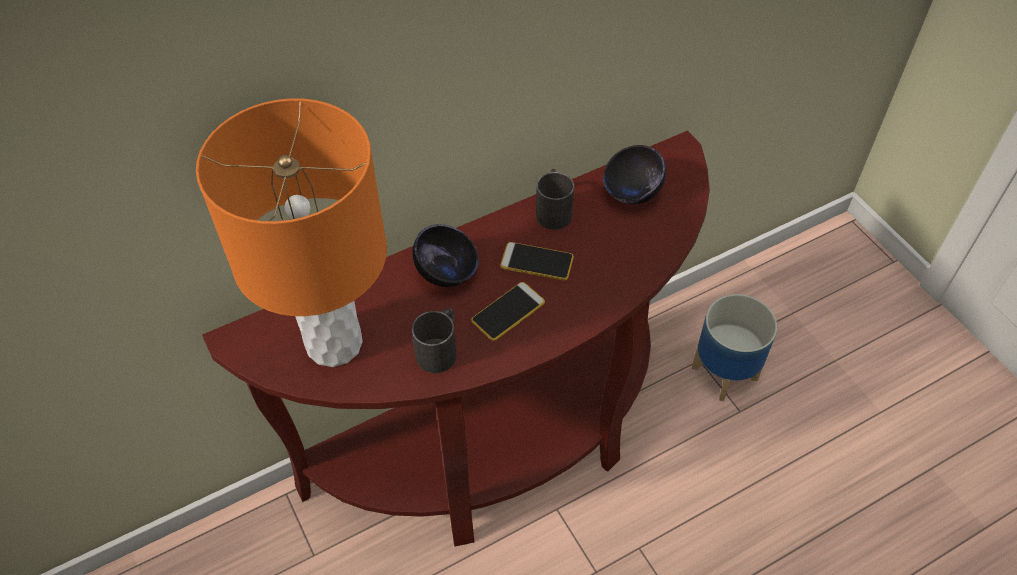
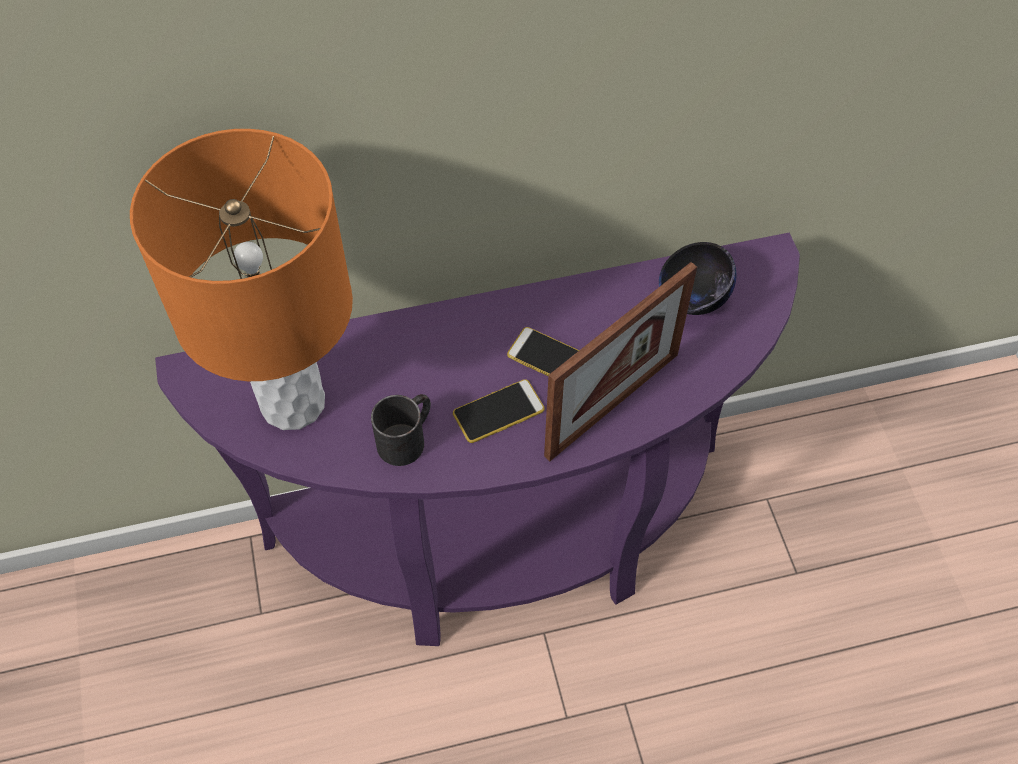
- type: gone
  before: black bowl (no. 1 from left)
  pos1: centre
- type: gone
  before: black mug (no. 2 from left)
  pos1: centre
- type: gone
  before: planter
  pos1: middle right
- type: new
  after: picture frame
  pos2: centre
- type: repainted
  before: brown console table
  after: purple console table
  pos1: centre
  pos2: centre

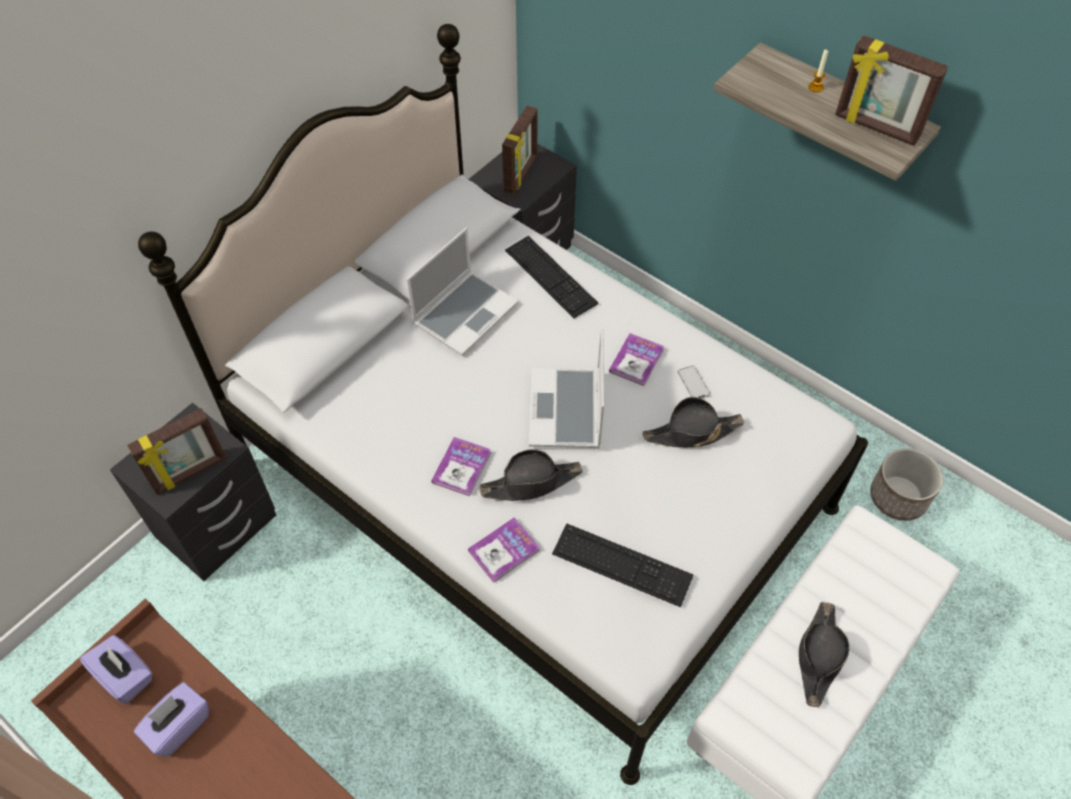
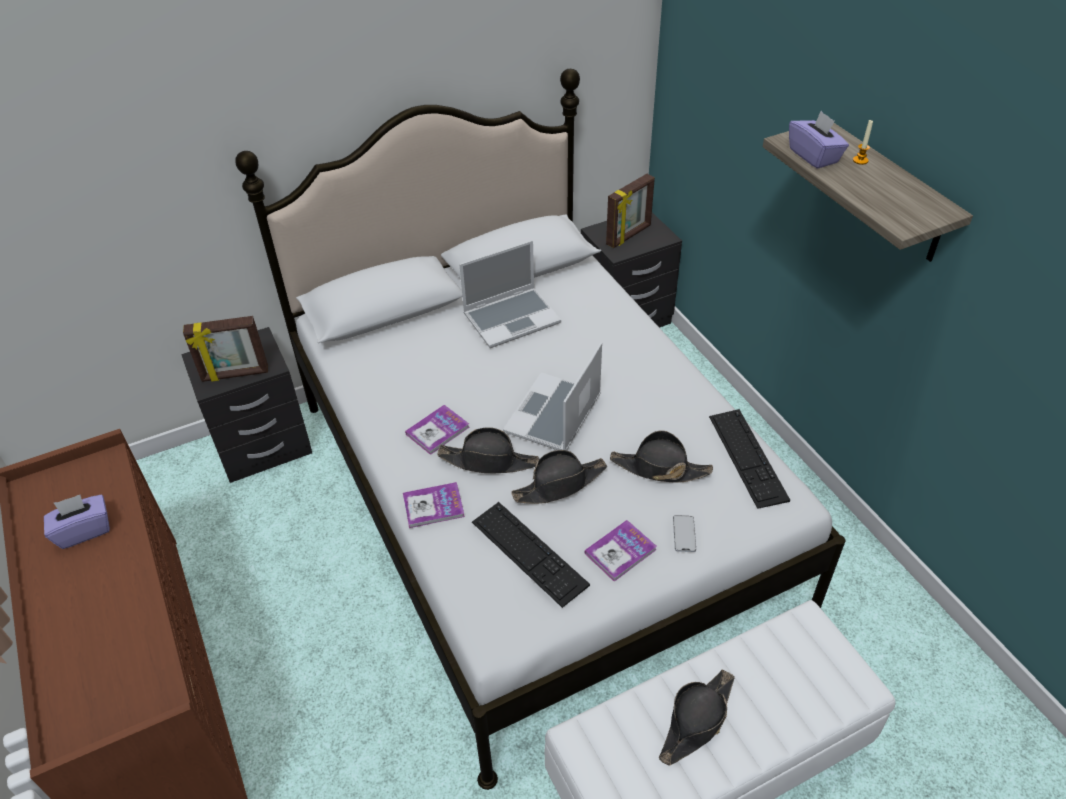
- type: gone
  before: picture frame (no. 3 from left)
  pos1: top right
- type: gone
  before: planter
  pos1: middle right
- type: new
  after: black hat (no. 2 from left)
  pos2: centre
- type: shifted
  before: purple tissue box (no. 1 from left in the first image)
  after: purple tissue box (no. 2 from left)
  pos1: bottom left
  pos2: top right
- type: shifted
  before: keyboard (no. 1 from left in the first image)
  after: keyboard (no. 2 from left)
  pos1: centre
  pos2: middle right
- type: shifted
  before: book (no. 3 from left)
  pos1: centre
  pos2: bottom centre
- type: shifted
  before: phone
  pos1: centre
  pos2: bottom centre

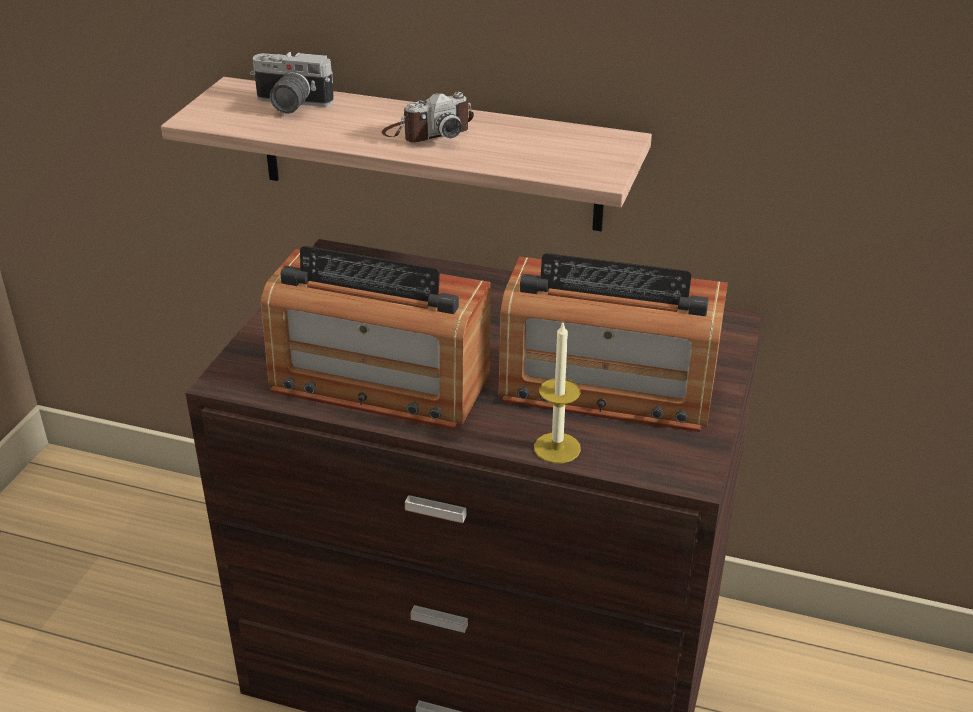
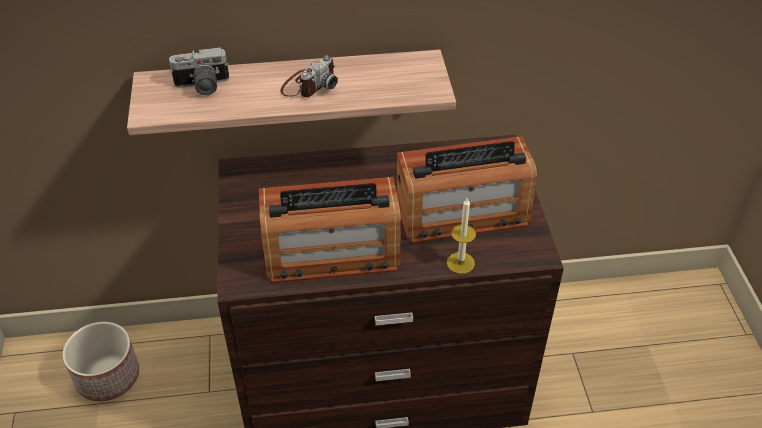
- type: new
  after: planter
  pos2: bottom left

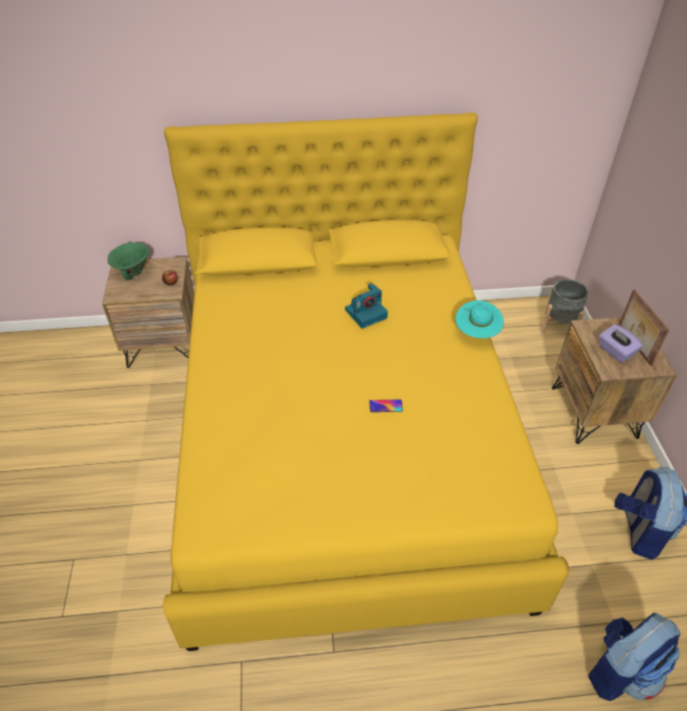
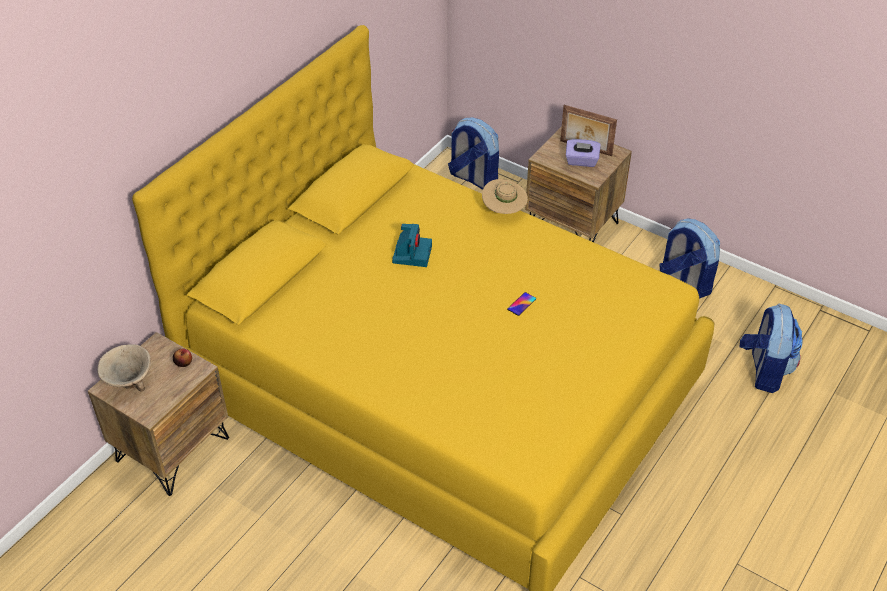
- type: swapped
  before: grey planter
  after: backpack (no. 1 from left)
  pos1: middle right
  pos2: top centre
- type: repainted
  before: green bowl
  after: beige bowl
  pos1: middle left
  pos2: middle left
- type: repainted
  before: turquoise hat
  after: beige hat
  pos1: middle right
  pos2: top centre

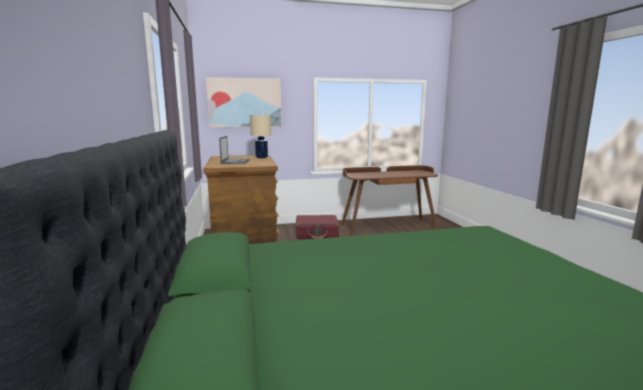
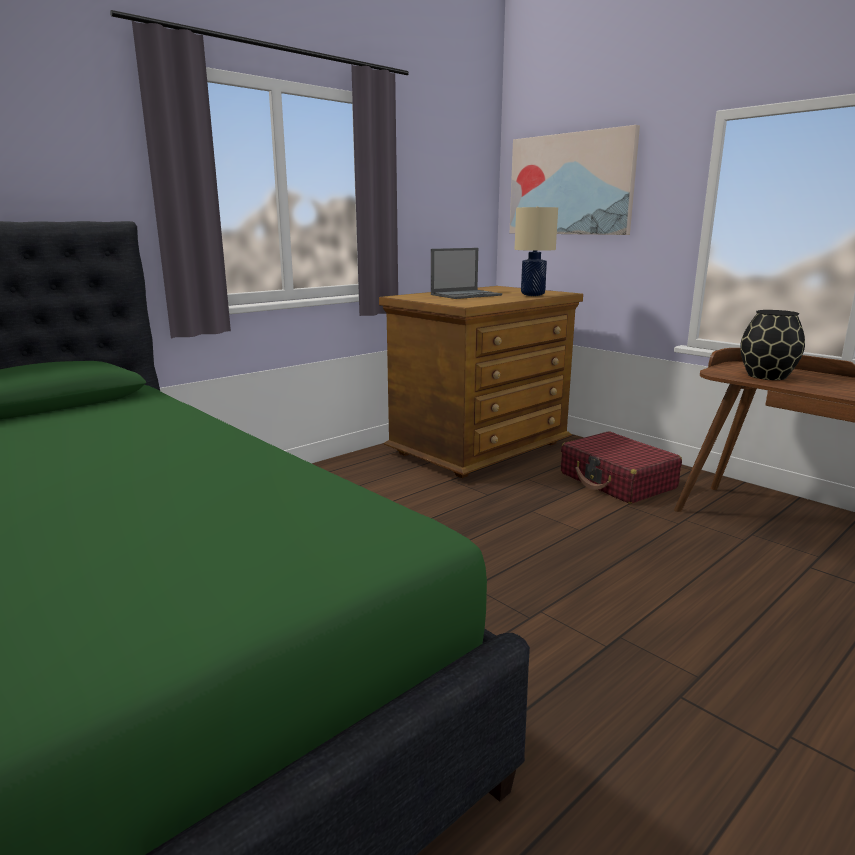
- type: new
  after: black vase
  pos2: middle right

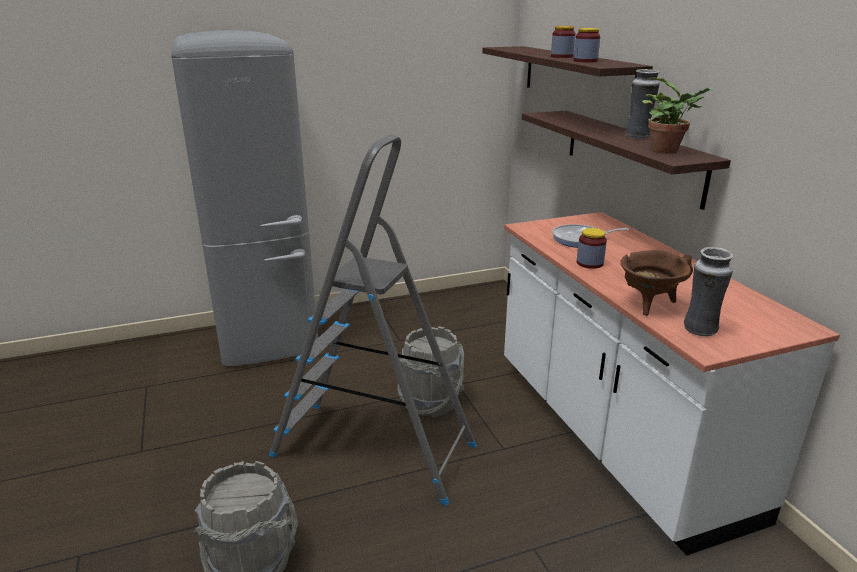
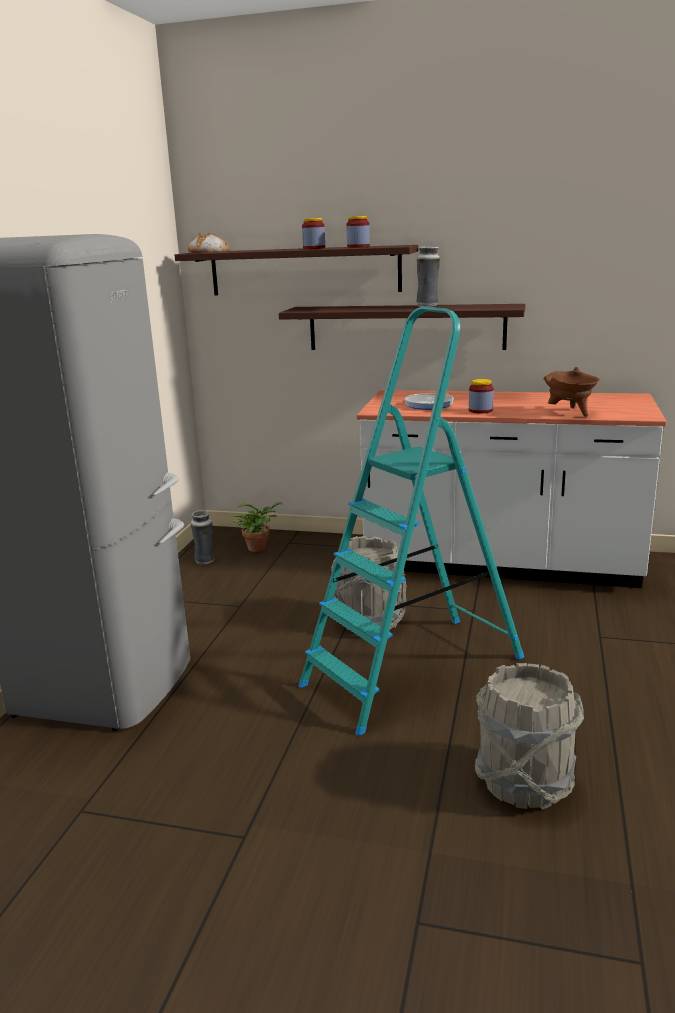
- type: new
  after: bread
  pos2: top left
- type: shifted
  before: potted plant
  pos1: top right
  pos2: centre
- type: shifted
  before: vase (no. 2 from left in the first image)
  after: vase (no. 1 from left)
  pos1: middle right
  pos2: middle left
- type: repainted
  before: grey step ladder
  after: turquoise step ladder
  pos1: centre
  pos2: centre

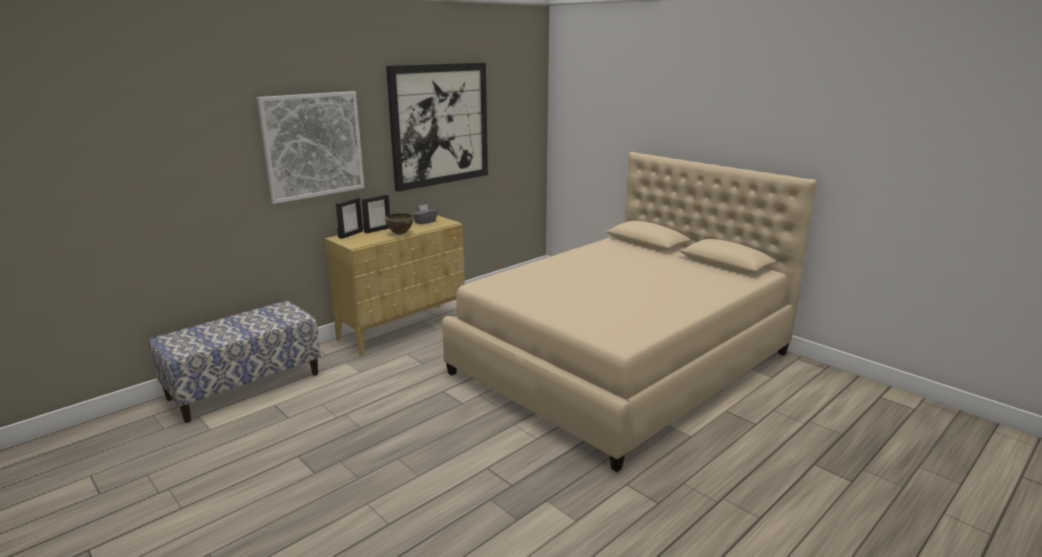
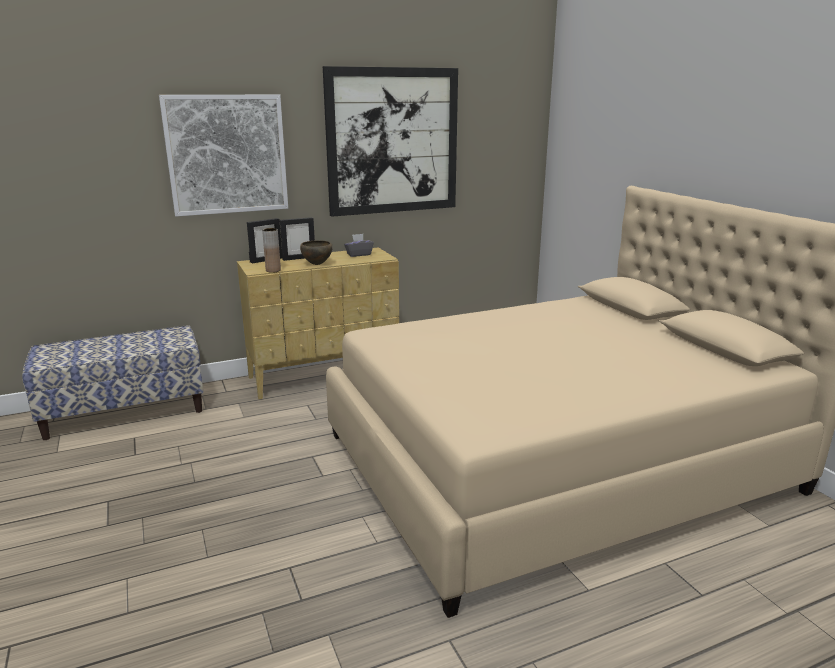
- type: new
  after: brown vase
  pos2: middle left

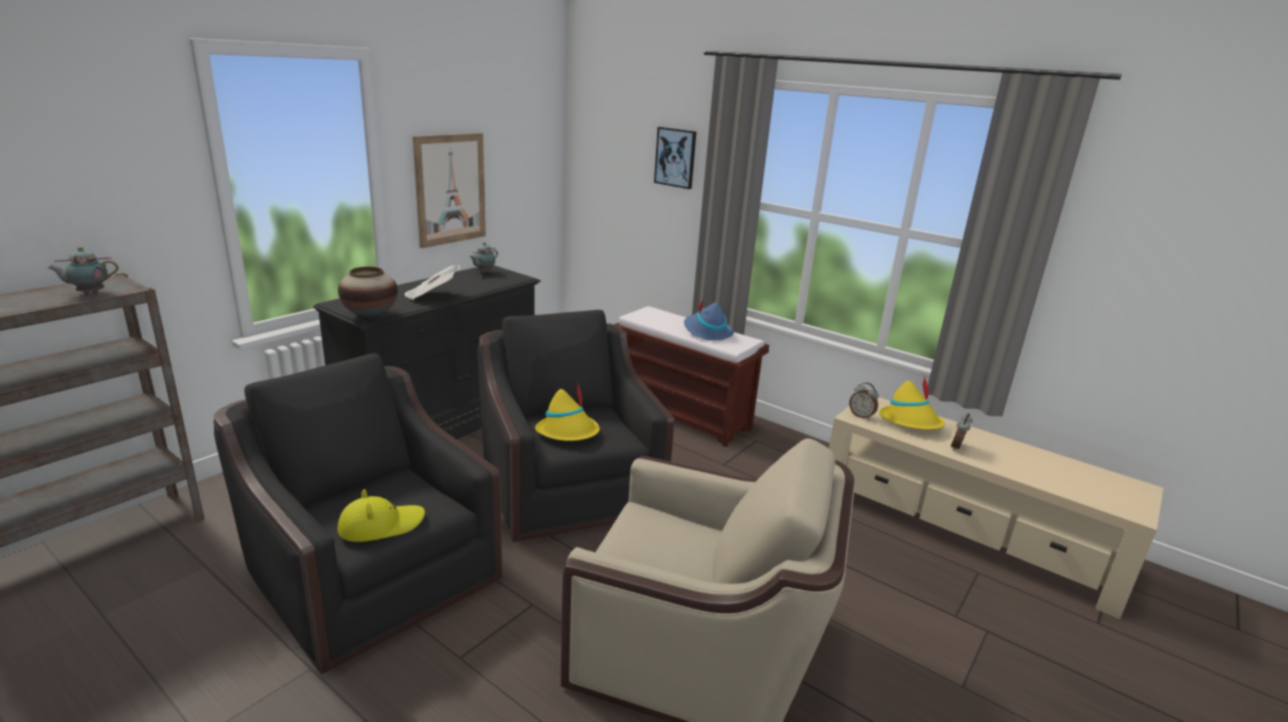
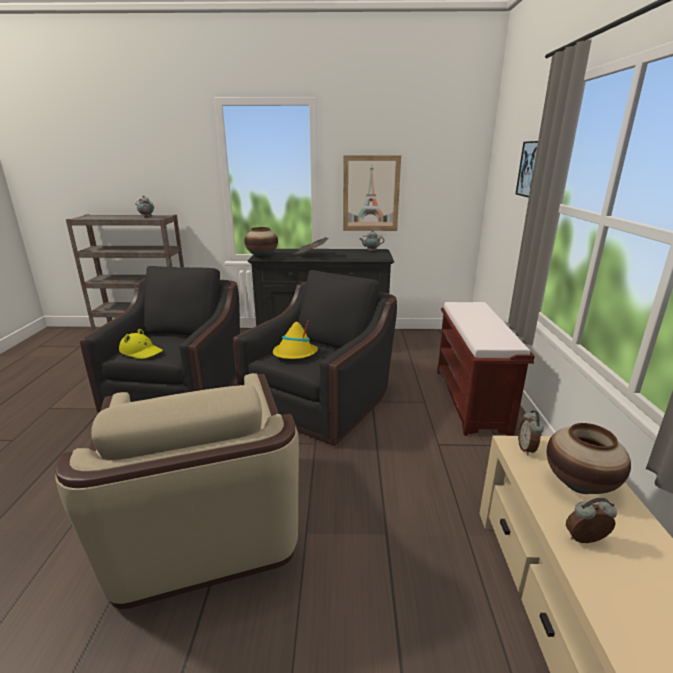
- type: gone
  before: blue hat
  pos1: centre
- type: swapped
  before: yellow hat (no. 3 from left)
  after: vase (no. 2 from left)
  pos1: middle right
  pos2: bottom right

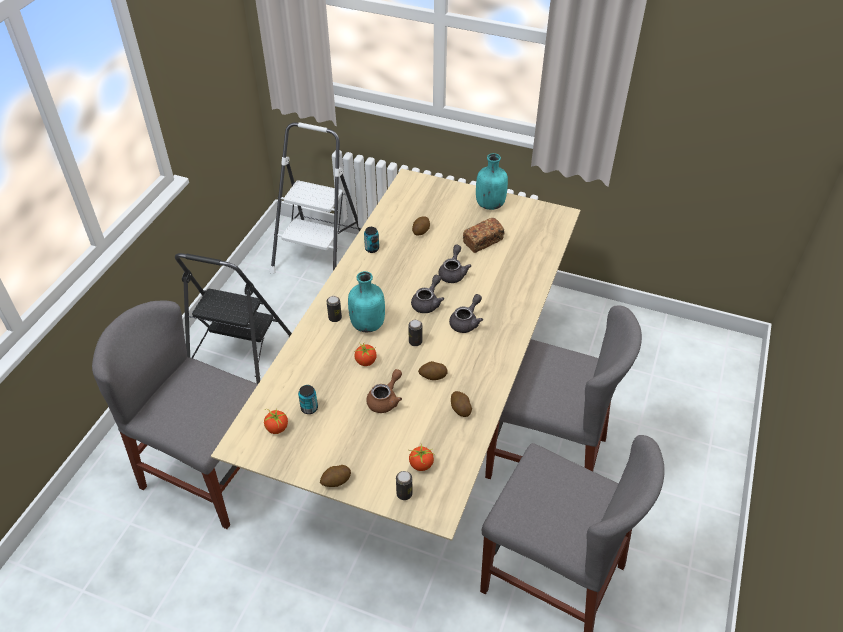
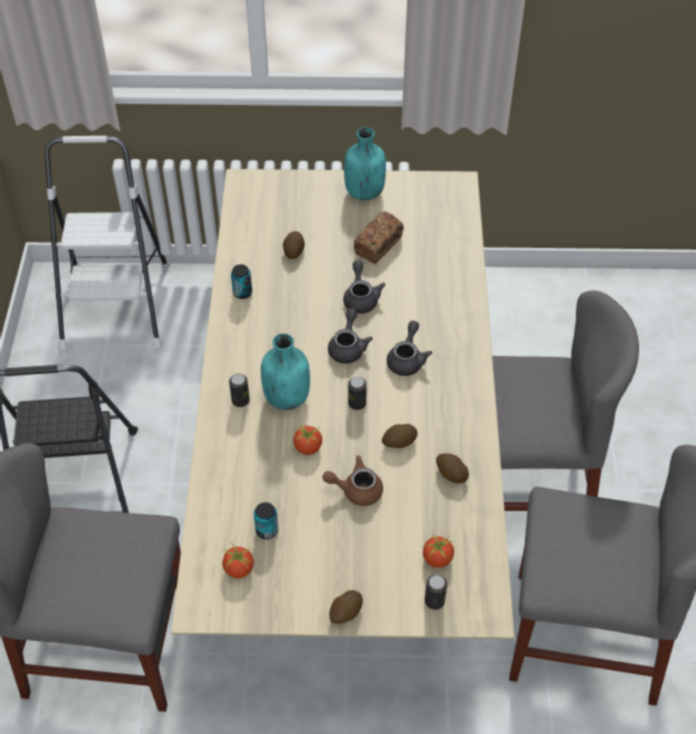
- type: rotated
  before: brown teapot
  pos1: centre
  pos2: centre
  turn: -105

